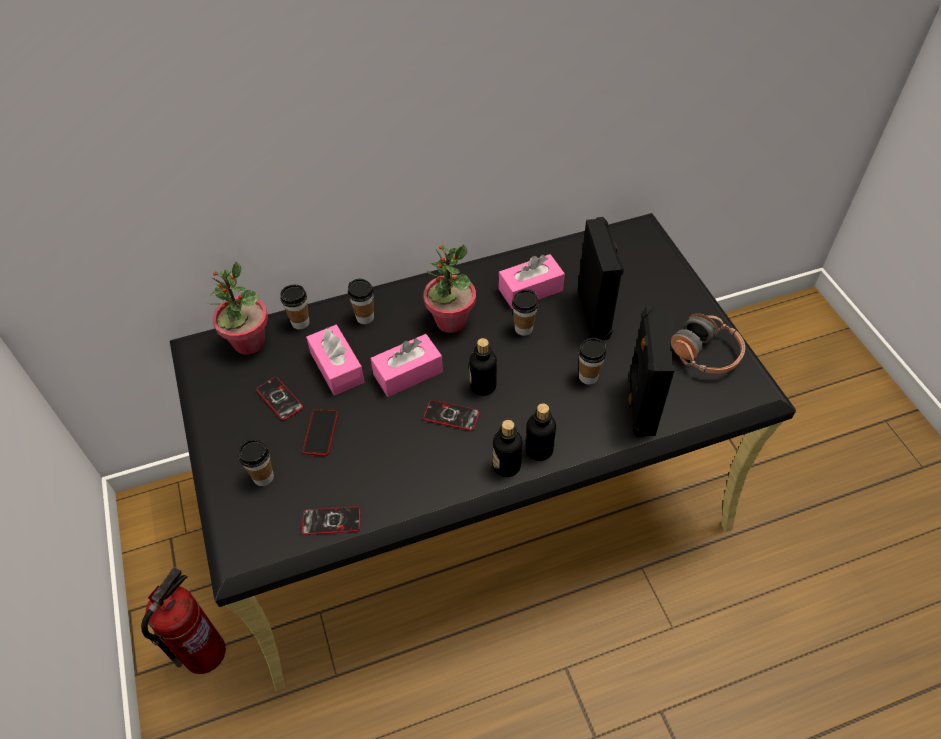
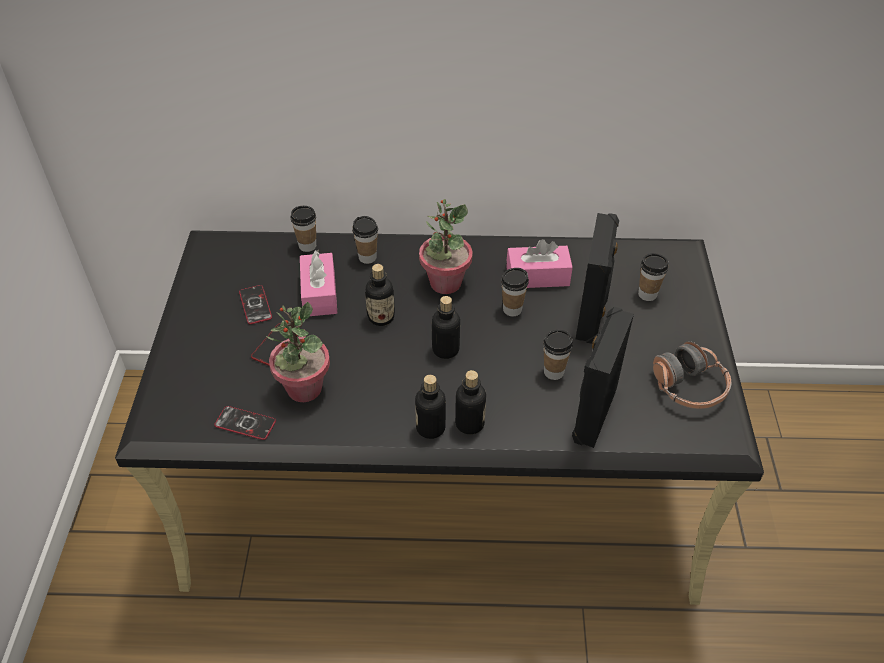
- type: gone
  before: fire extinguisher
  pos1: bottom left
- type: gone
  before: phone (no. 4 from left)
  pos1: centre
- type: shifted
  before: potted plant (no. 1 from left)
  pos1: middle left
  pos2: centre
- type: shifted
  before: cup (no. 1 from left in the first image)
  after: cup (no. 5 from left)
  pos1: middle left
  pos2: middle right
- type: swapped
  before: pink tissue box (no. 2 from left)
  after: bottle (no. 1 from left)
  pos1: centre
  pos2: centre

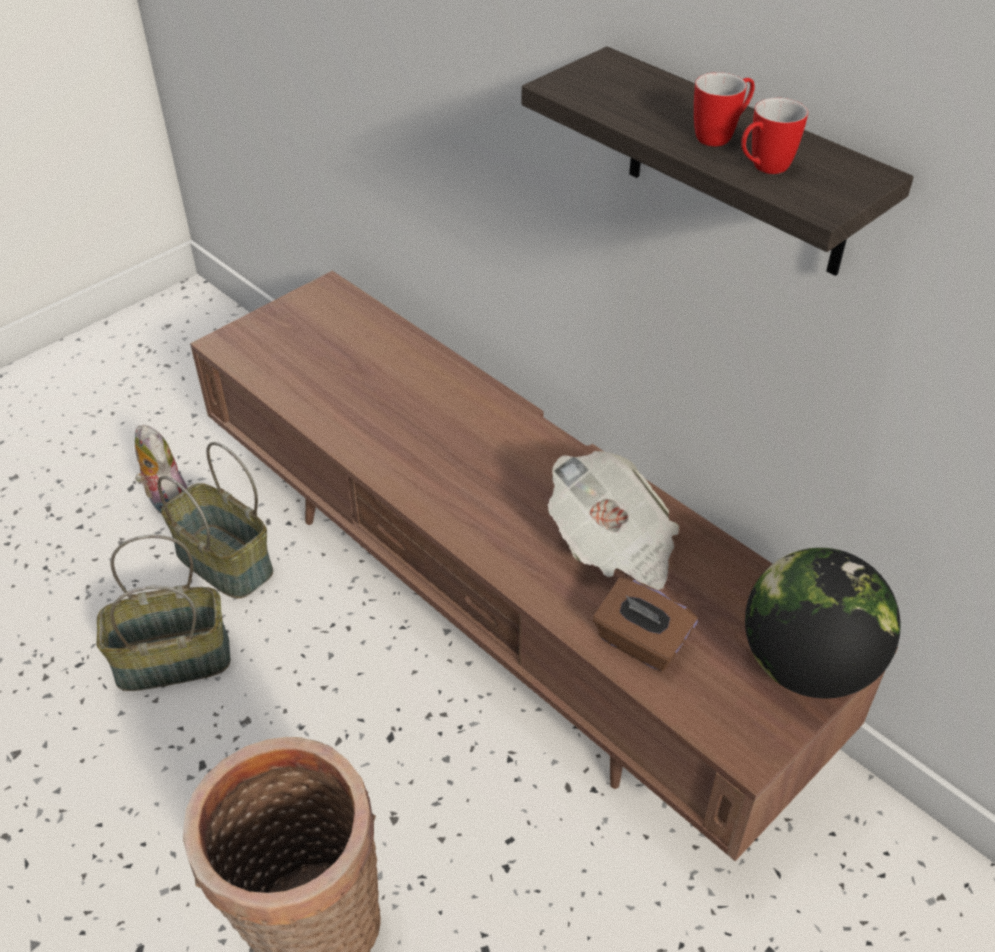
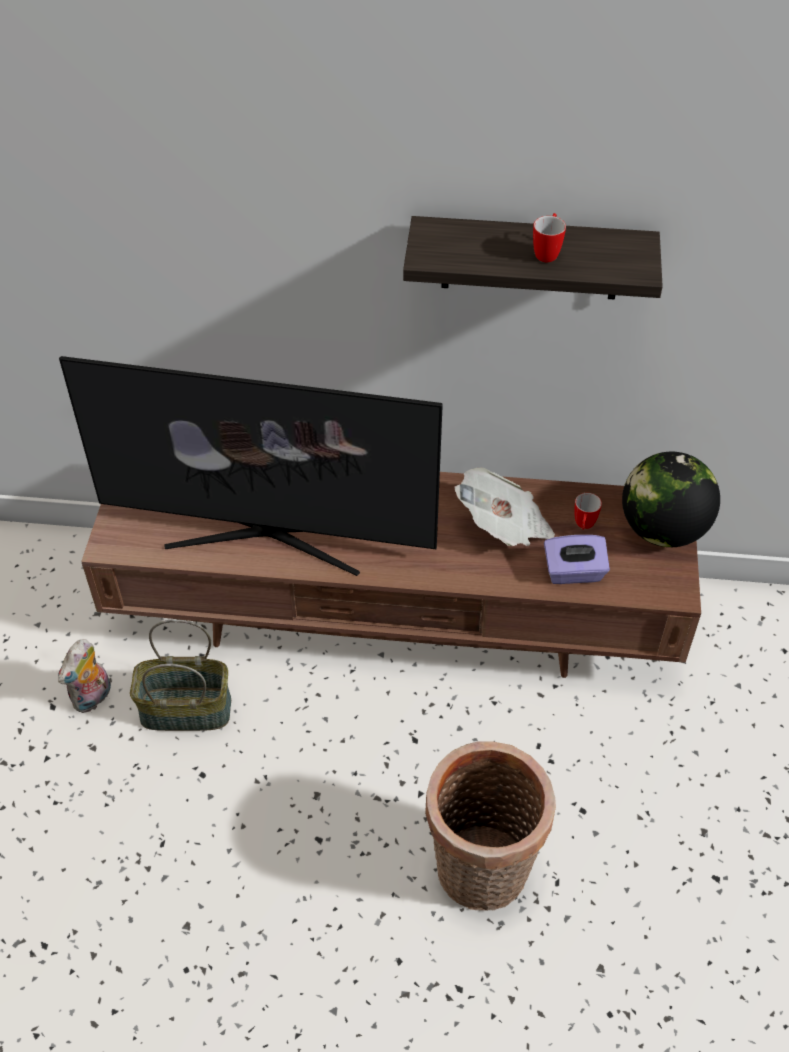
- type: gone
  before: basket (no. 1 from left)
  pos1: middle left
- type: new
  after: television
  pos2: middle left
- type: shifted
  before: mug (no. 2 from left)
  pos1: top right
  pos2: middle right
- type: repainted
  before: brown tissue box
  after: purple tissue box
  pos1: centre
  pos2: middle right
- type: rotated
  before: plush toy
  pos1: middle left
  pos2: middle left
  turn: -75

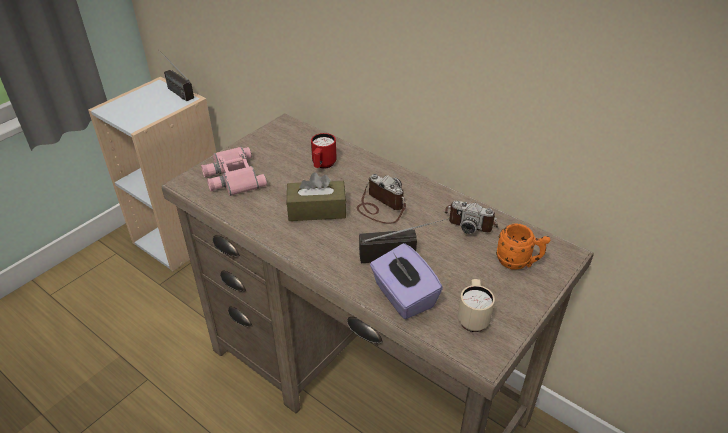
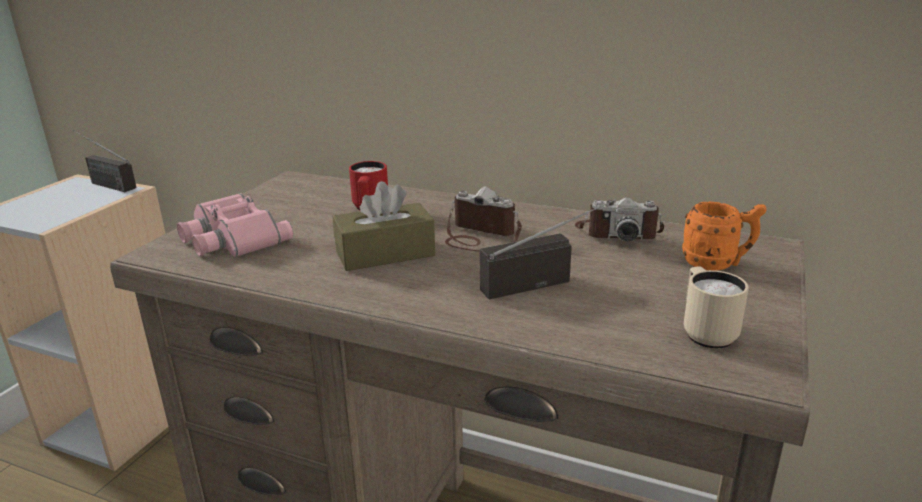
- type: gone
  before: purple tissue box
  pos1: centre

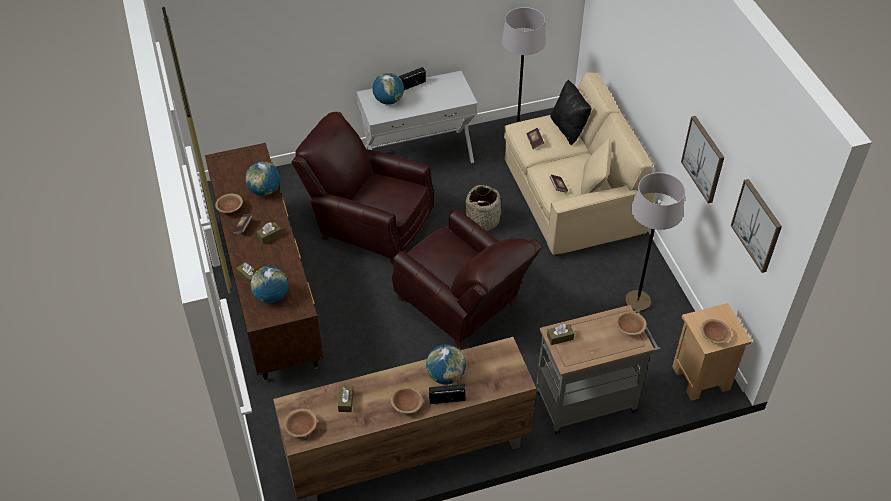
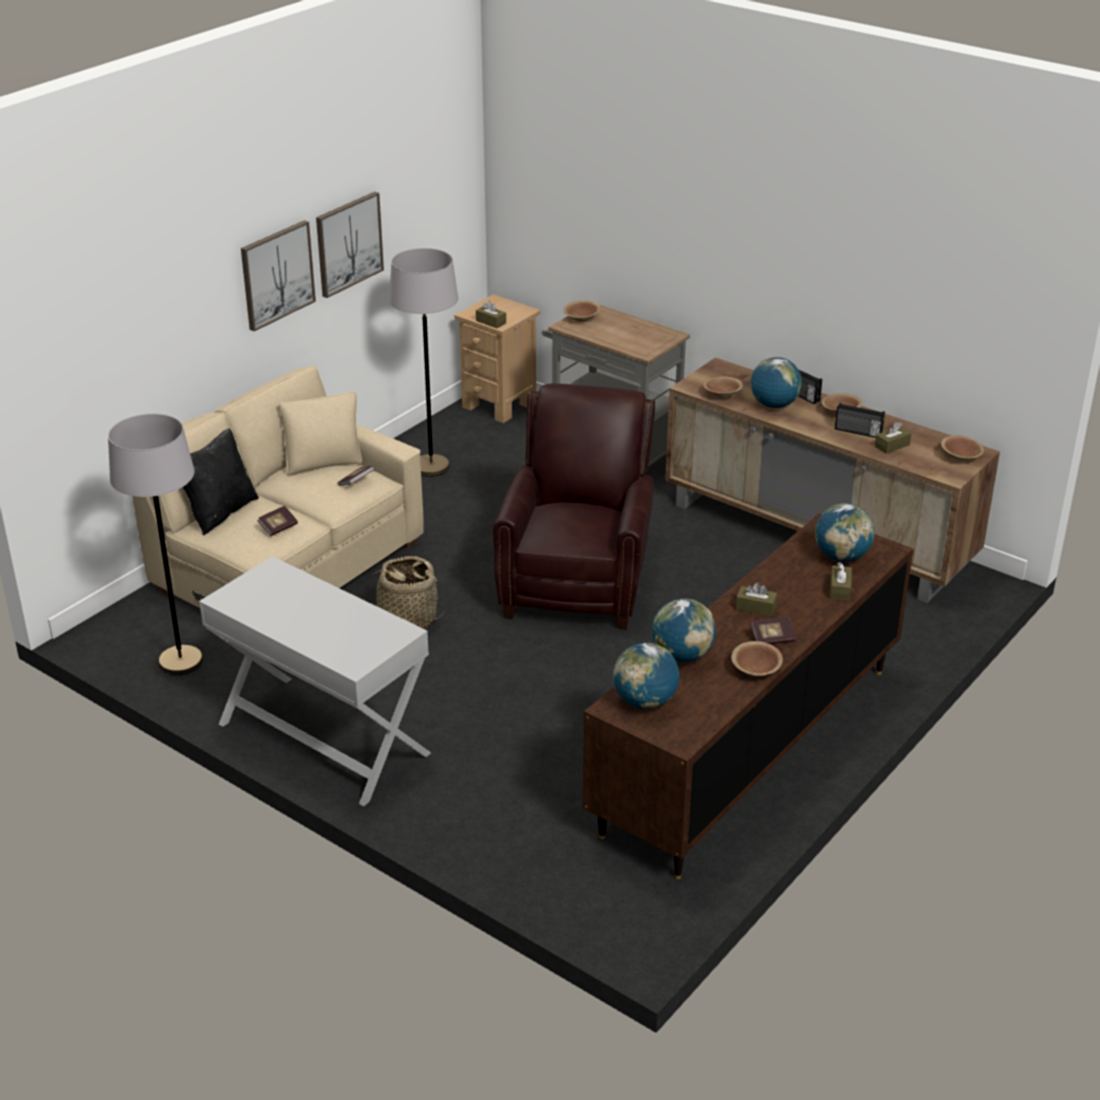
- type: gone
  before: brown armchair (no. 1 from left)
  pos1: centre
- type: shifted
  before: globe (no. 3 from left in the first image)
  after: globe (no. 1 from left)
  pos1: top centre
  pos2: centre
- type: shifted
  before: radio (no. 1 from left in the first image)
  after: radio (no. 2 from left)
  pos1: top centre
  pos2: middle right
- type: shifted
  before: brown tissue box (no. 4 from left in the first image)
  after: brown tissue box (no. 1 from left)
  pos1: bottom centre
  pos2: top centre
- type: shifted
  before: brown bowl (no. 5 from left in the first image)
  after: brown bowl (no. 2 from left)
  pos1: middle right
  pos2: centre
- type: shifted
  before: picture (no. 2 from left in the first image)
  after: picture (no. 1 from left)
  pos1: middle right
  pos2: top left

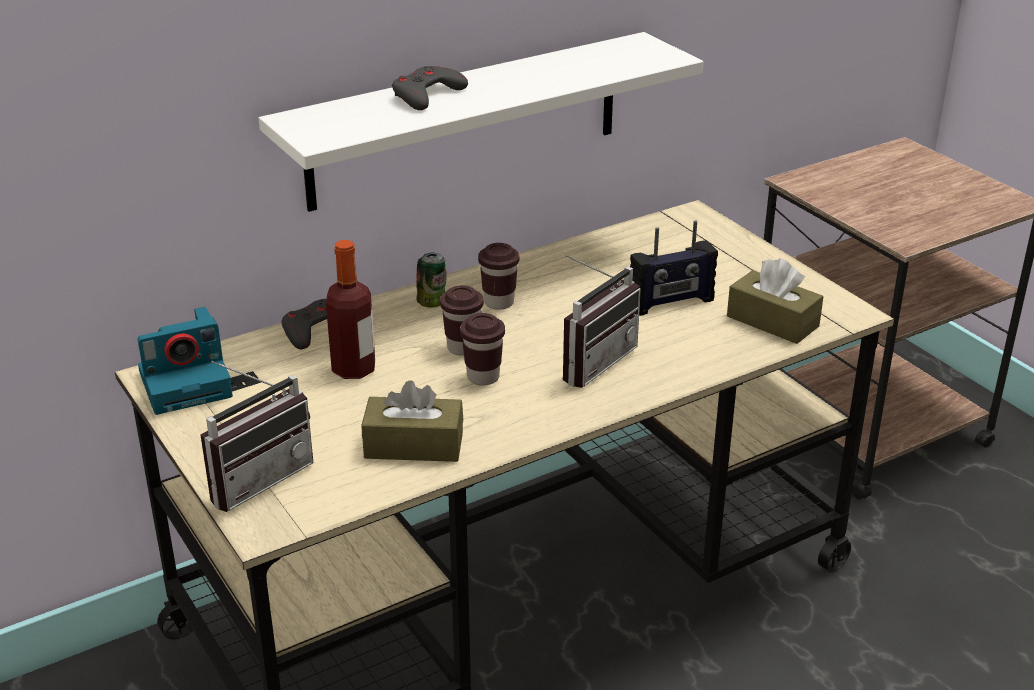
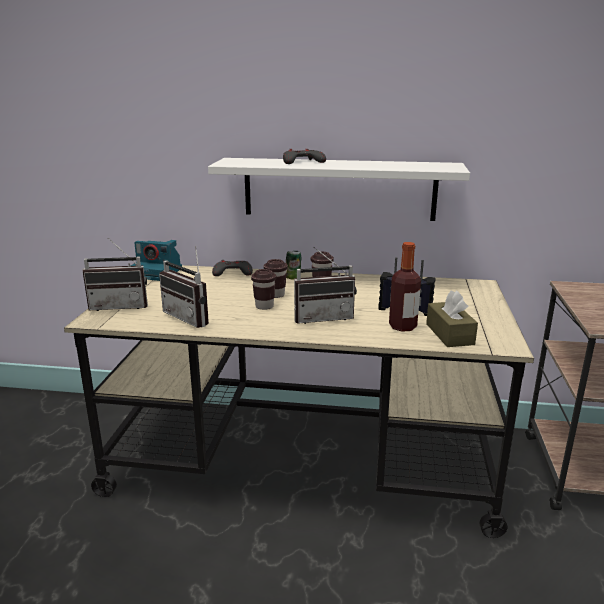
- type: shifted
  before: bottle
  pos1: centre
  pos2: middle right
- type: swapped
  before: brown tissue box (no. 1 from left)
  after: radio (no. 2 from left)
  pos1: centre
  pos2: middle left

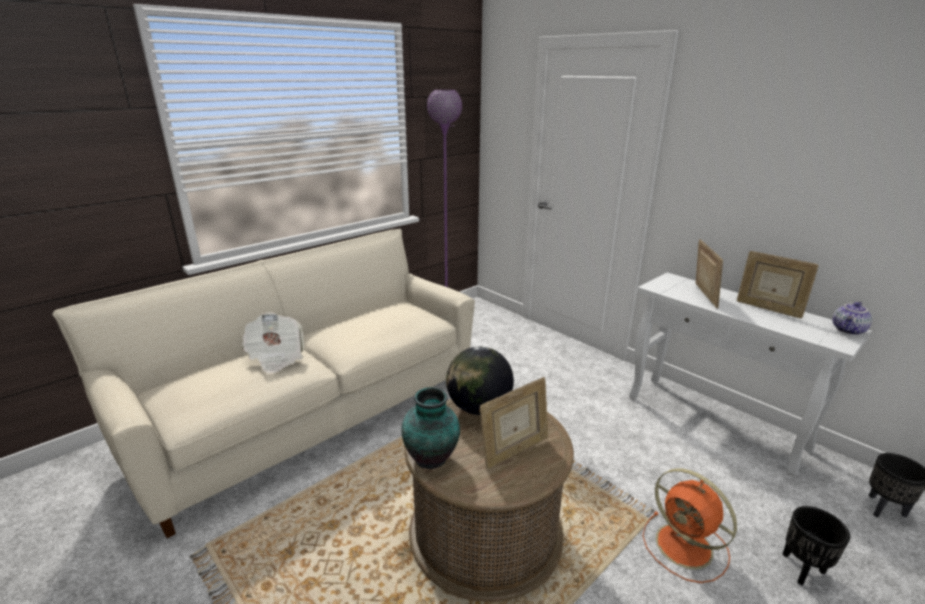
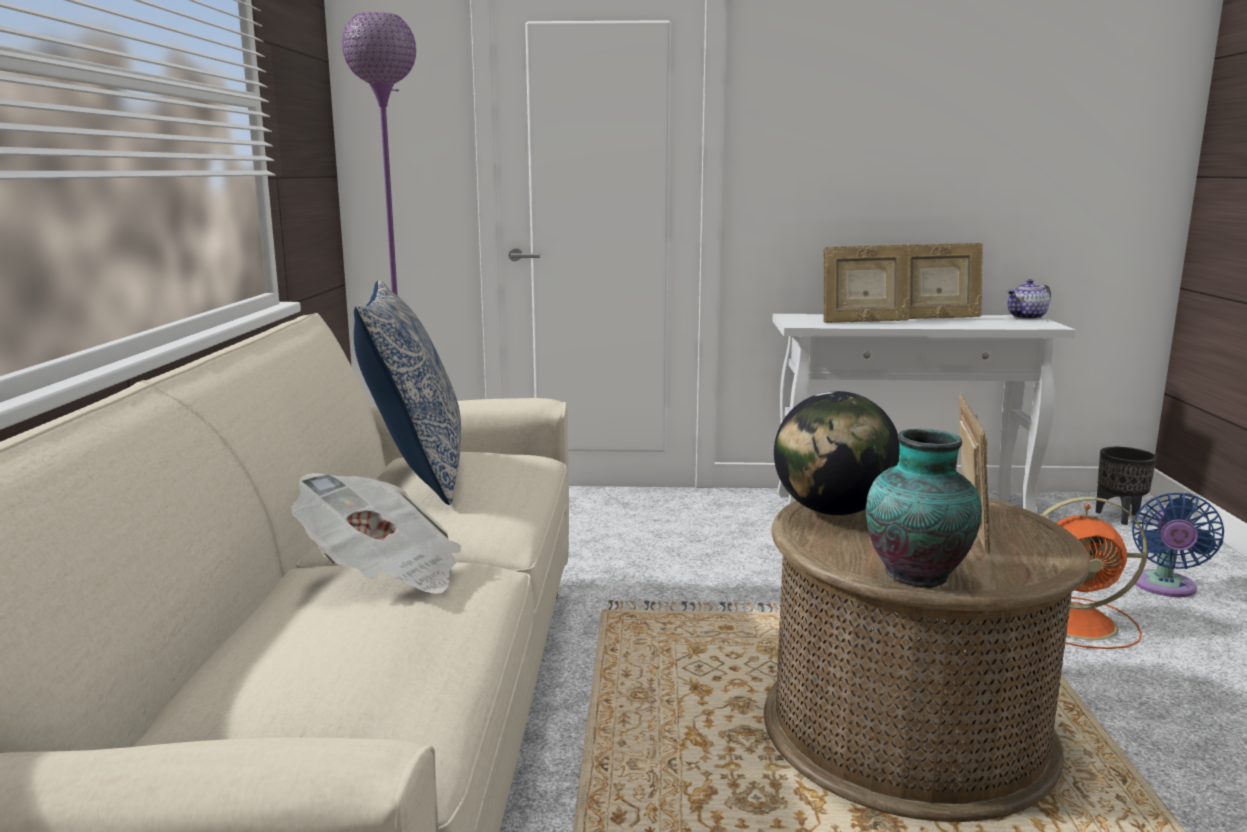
- type: new
  after: pillow
  pos2: middle left
- type: swapped
  before: black planter (no. 1 from left)
  after: blue fan
  pos1: bottom right
  pos2: middle right
- type: rotated
  before: picture frame (no. 2 from left in the first image)
  pos1: middle right
  pos2: middle right
  turn: 135
- type: rotated
  before: teapot
  pos1: middle right
  pos2: middle right
  turn: 60

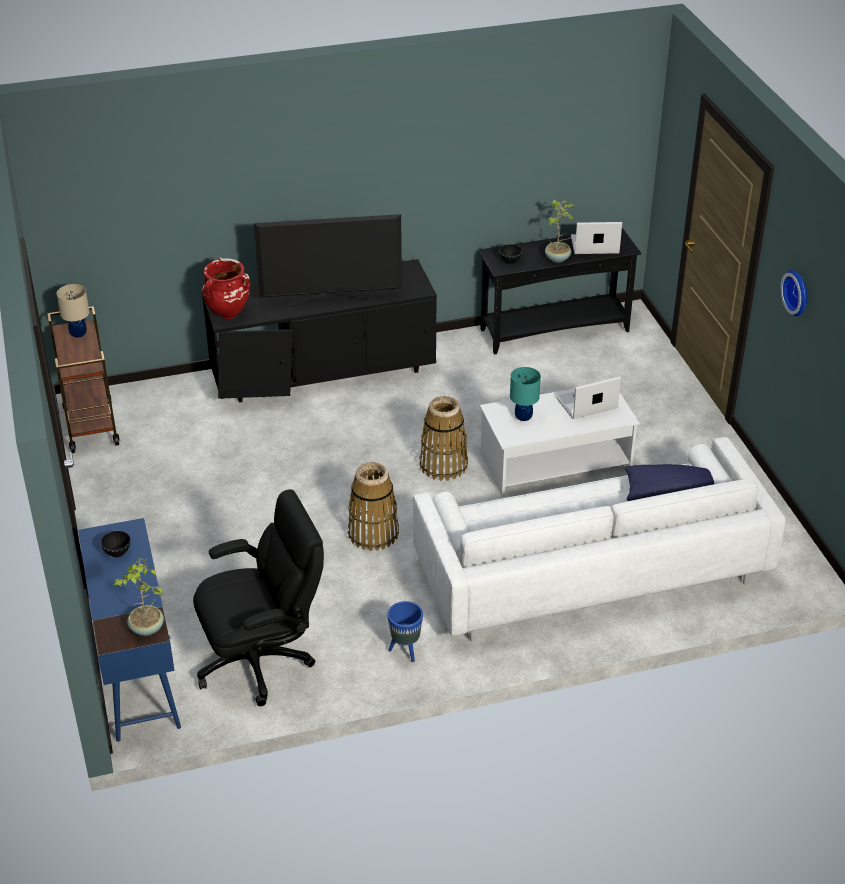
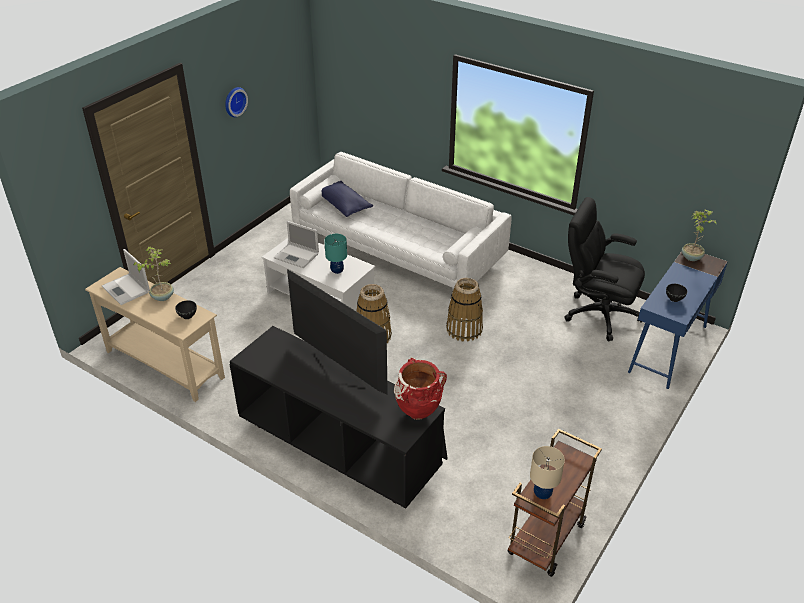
- type: gone
  before: blue planter
  pos1: bottom centre
- type: repainted
  before: black console table
  after: beige console table
  pos1: top centre
  pos2: middle left

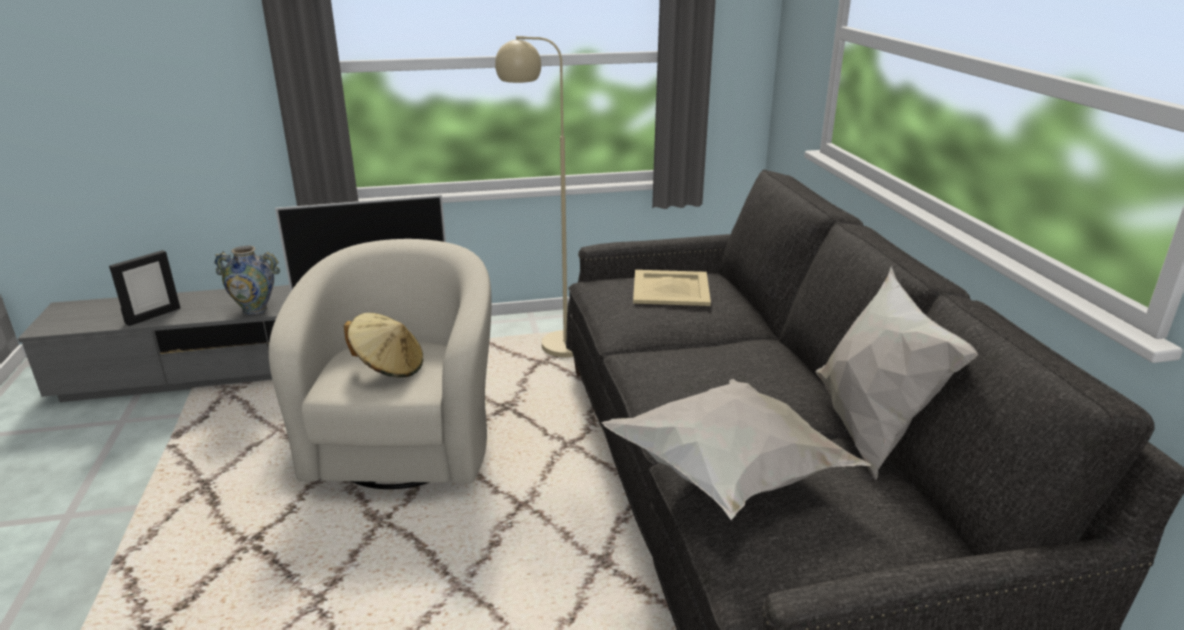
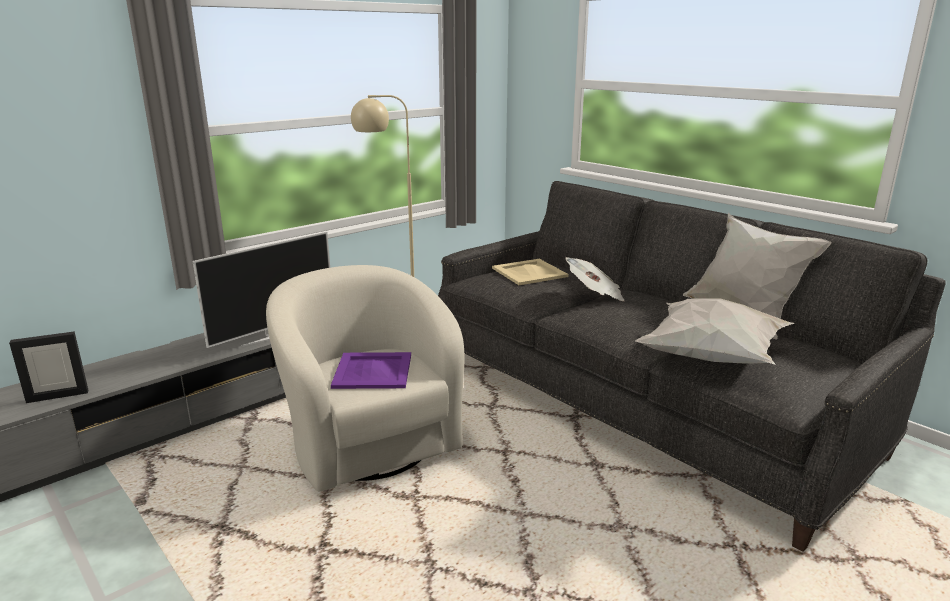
- type: gone
  before: vase
  pos1: middle left
- type: new
  after: newspaper
  pos2: centre
- type: swapped
  before: beige hat
  after: purple tray
  pos1: middle left
  pos2: centre
- type: rotated
  before: picture frame
  pos1: middle left
  pos2: middle left
  turn: 60

